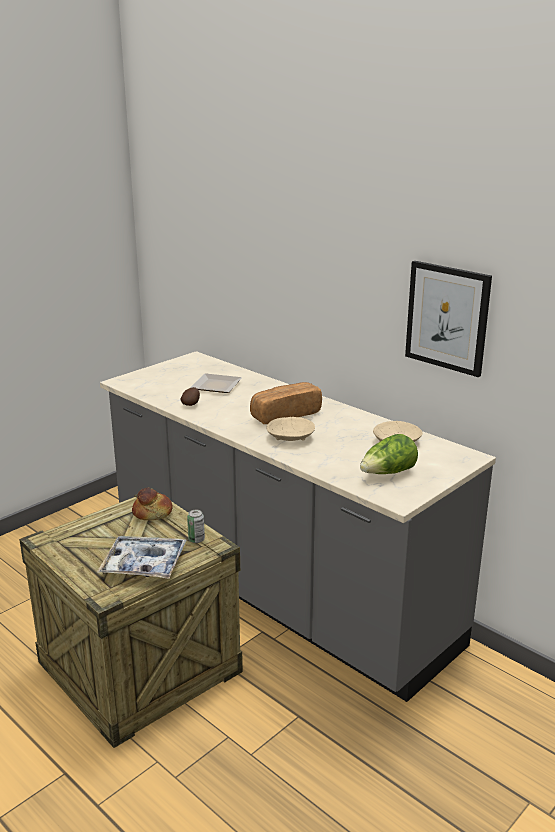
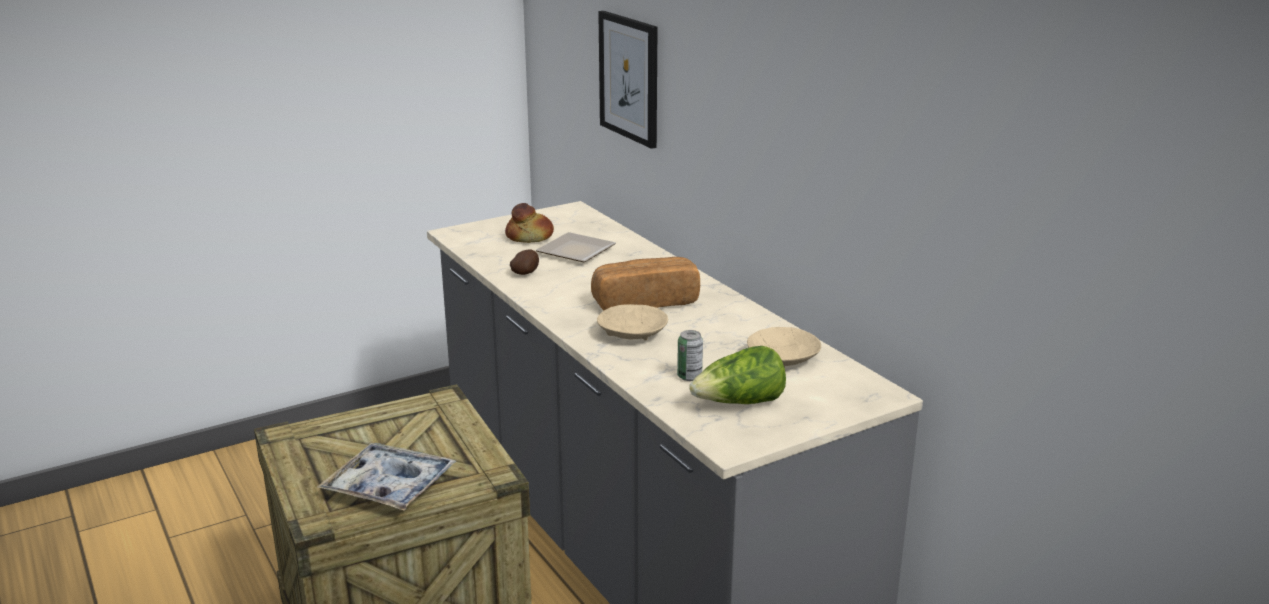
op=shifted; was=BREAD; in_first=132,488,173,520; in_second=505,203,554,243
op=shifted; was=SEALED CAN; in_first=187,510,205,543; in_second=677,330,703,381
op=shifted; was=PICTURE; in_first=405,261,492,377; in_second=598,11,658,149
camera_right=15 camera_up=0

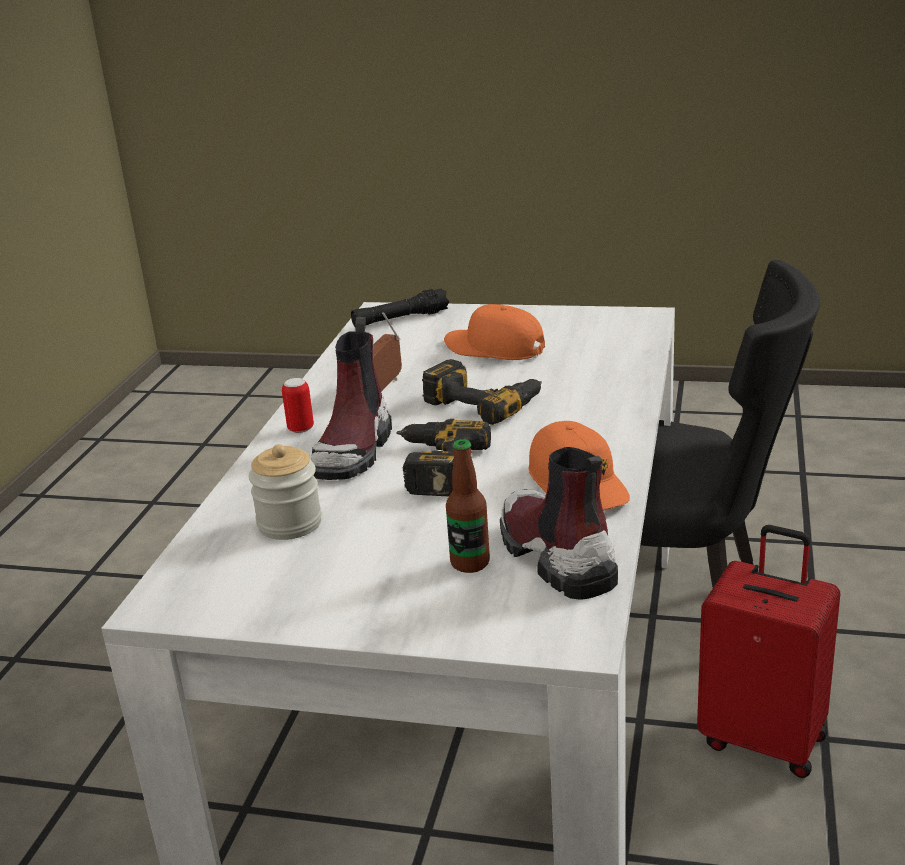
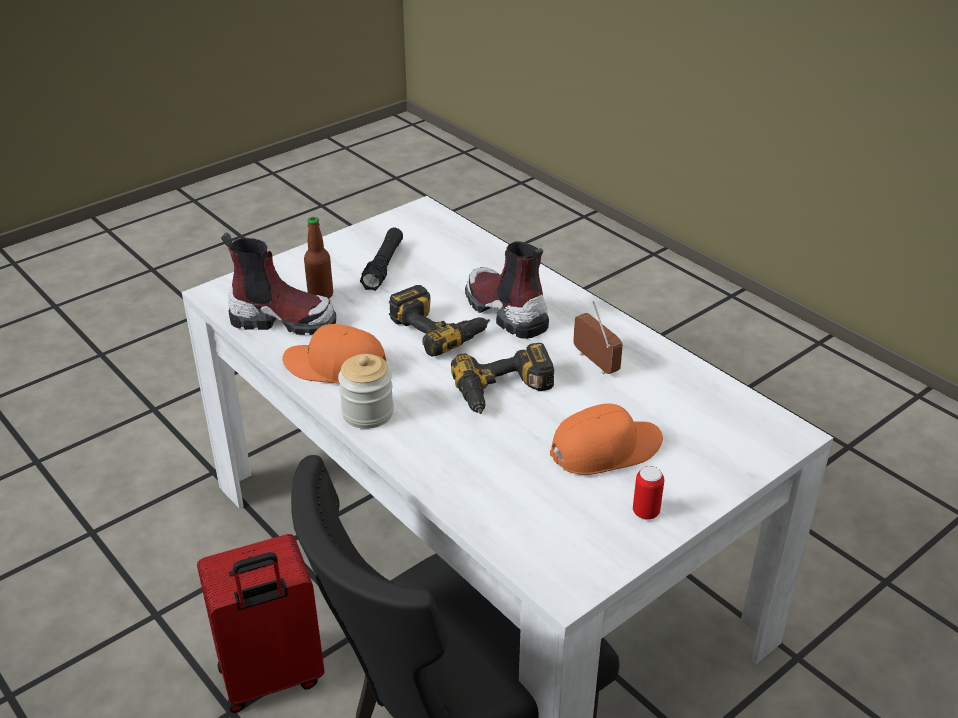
op=shifted; was=STORAGE JAR; in_first=249,444,322,540; in_second=338,354,394,429
op=shifted; was=SEALED CAN; in_first=282,378,314,433; in_second=633,466,664,520
op=shifted; was=BLACKISH HAND TORCH; in_first=351,288,449,327; in_second=360,228,403,291
camera_right=125 camera_up=10

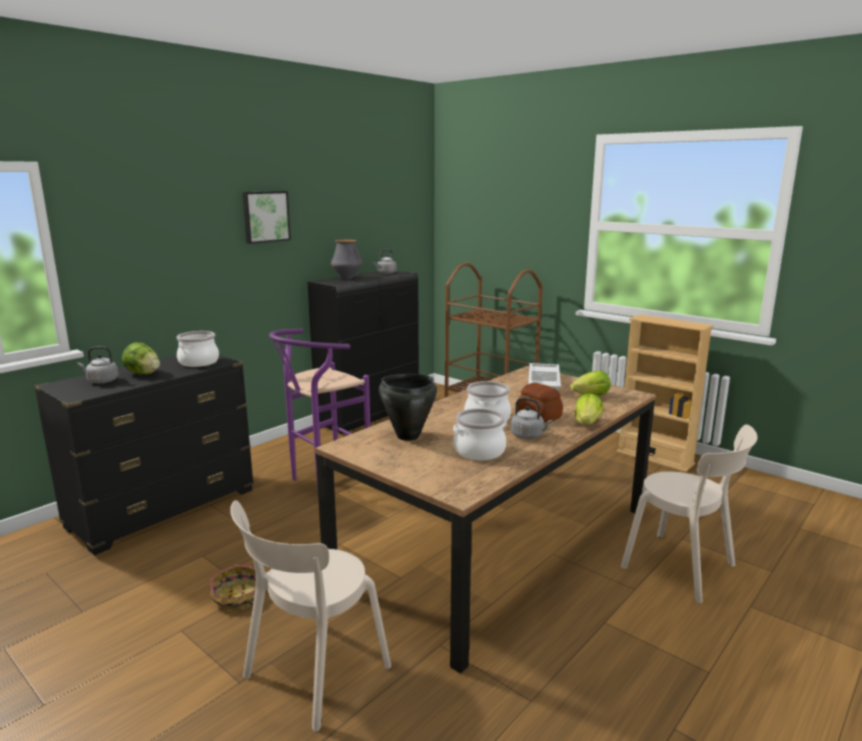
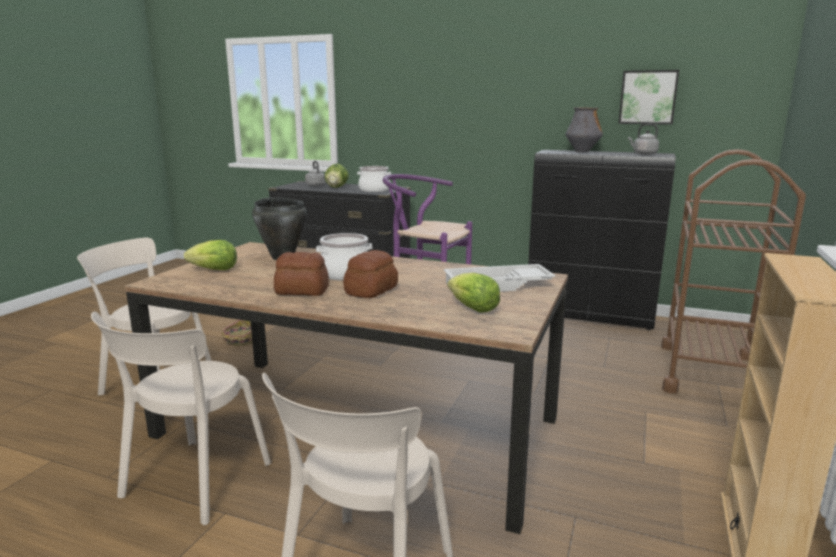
op=gone; was=SAUCEPOT; in_first=453,408,507,460
op=new; now=SAND-COLOURED PLAIN CHAIR; in_second=91,311,271,525
op=shifted; was=PICTURE; in_first=242,191,291,244; in_second=618,70,679,125
op=shifted; was=LETTUCE; in_first=574,393,604,425; in_second=184,240,237,270
op=swapped; was=GREY TEA KETTLE; now=BREAD; in_first=511,397,552,439; in_second=274,252,329,296
camera_right=70 camera_up=0

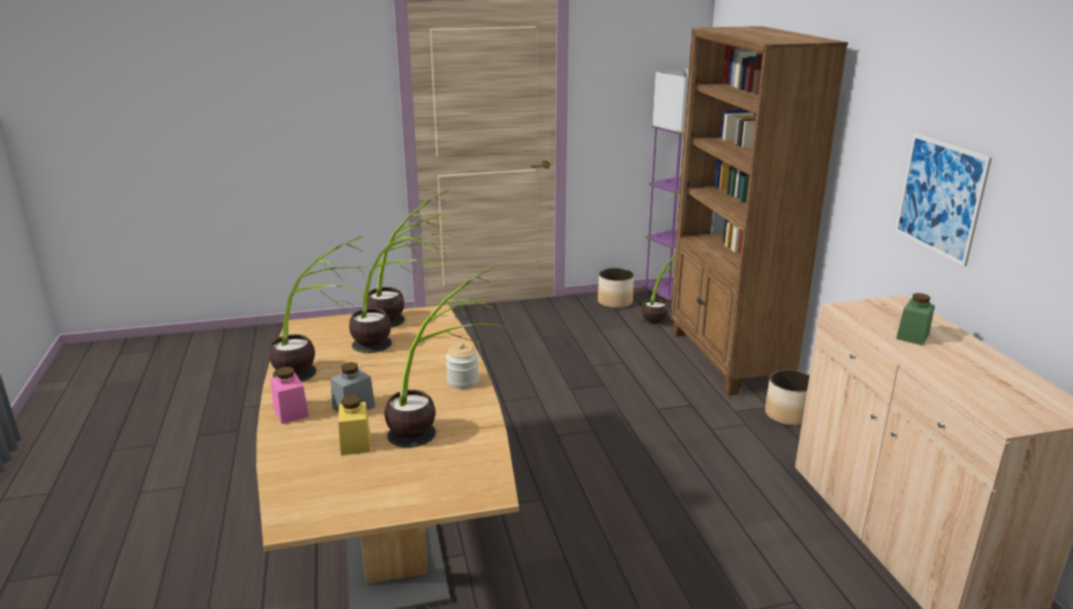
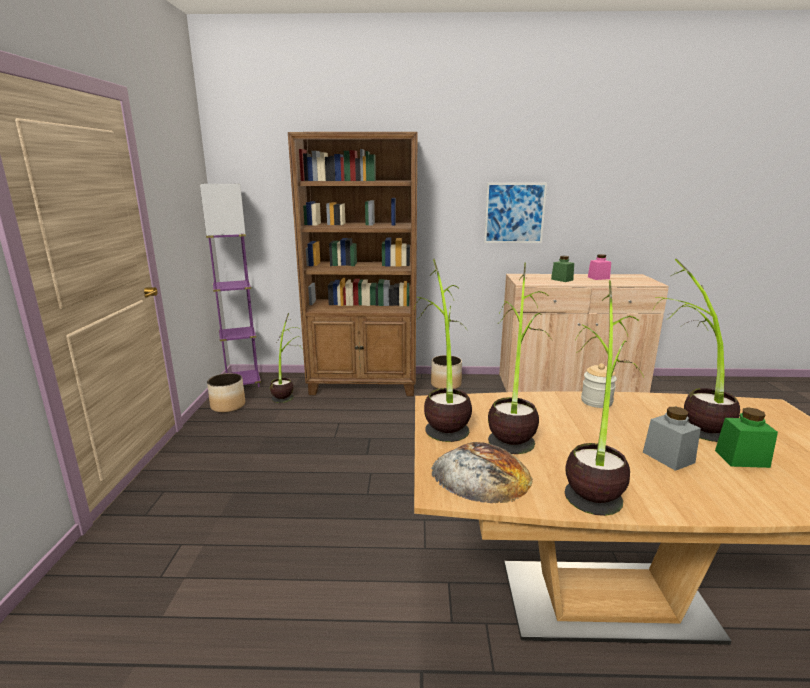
op=new; now=BREAD; in_second=431,442,532,503
op=shifted; was=PINKISH STORAGE JAR; in_first=270,367,309,424; in_second=588,254,611,280
op=repainted; was=YELLOW STORAGE JAR; now=GREEN-COLOURED STORAGE JAR; in_first=338,395,371,456; in_second=715,407,778,468
camera_right=-75 camera_up=-5

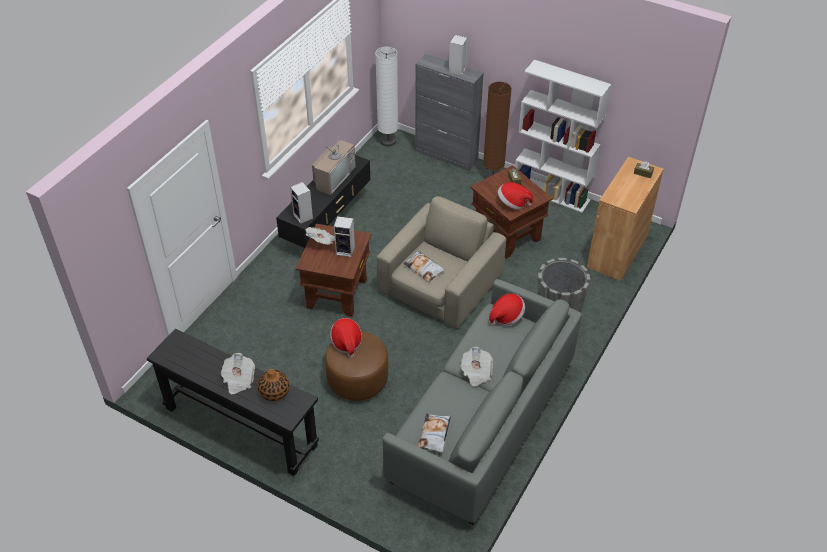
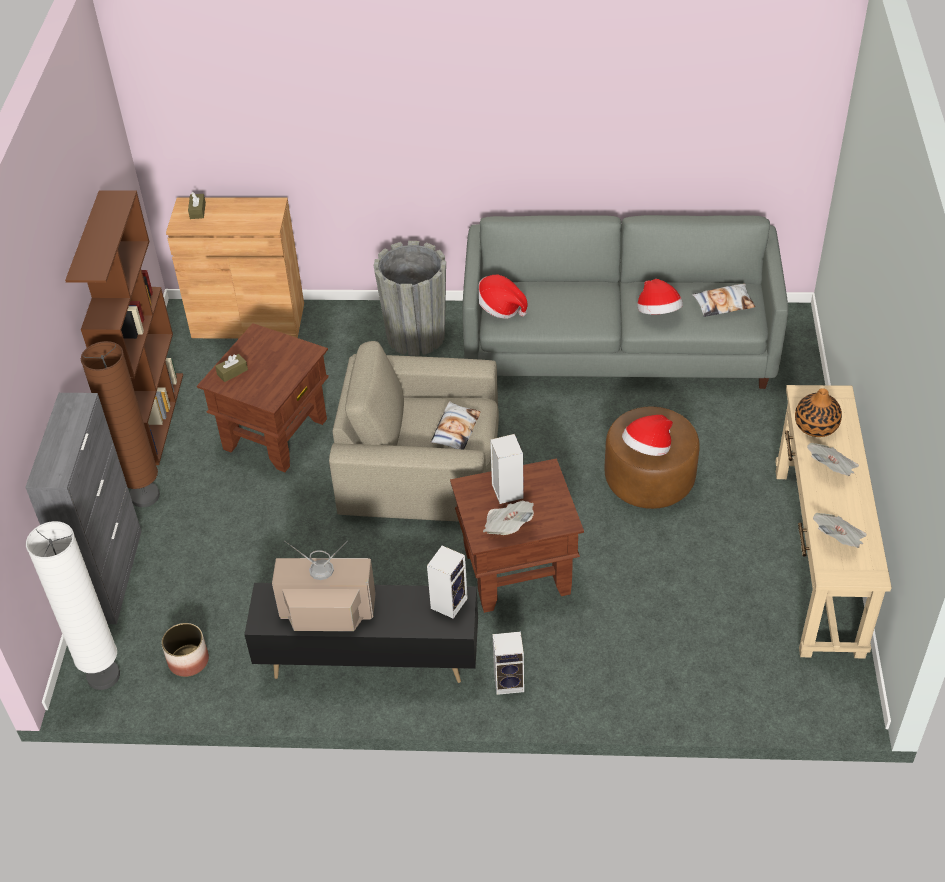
op=new; now=PLANTER; in_second=161,623,209,677
op=shifted; was=AUDIO SPEAKER; in_first=449,35,468,76; in_second=492,632,524,695
op=shifted; was=NEWSPAPER; in_first=460,347,493,387; in_second=813,513,867,548
op=shifted; was=HAT; in_first=498,182,533,210; in_second=637,279,683,314
op=repainted; was=BLACKISH HALL TABLE; now=SAND-COLOURED HALL TABLE; in_first=147,329,319,476; in_second=775,385,892,658
op=repainted; was=WHITE SHELVING UNIT; now=BROWN SHELVING UNIT; in_first=515,60,611,213; in_second=65,191,183,465
camera_right=-115 camera_up=0

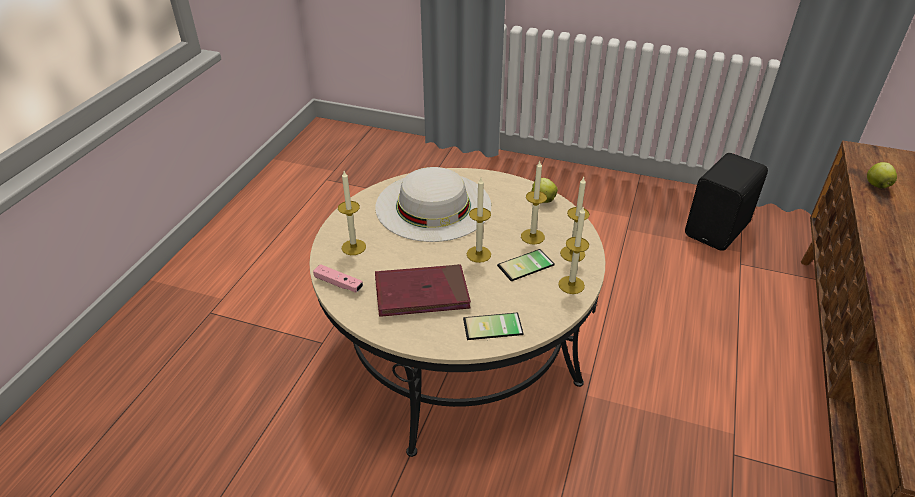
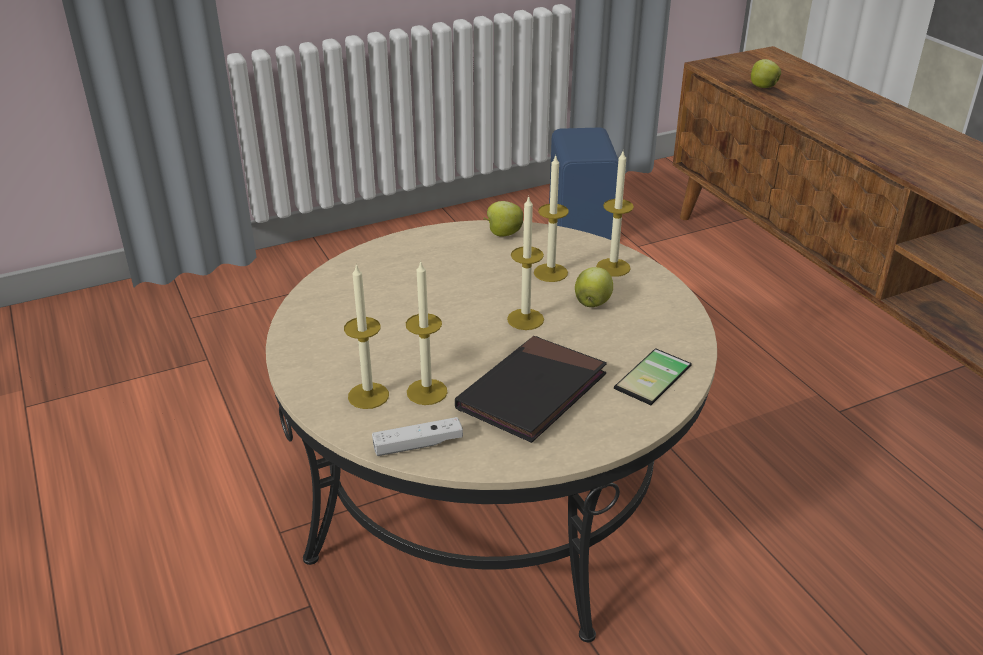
op=gone; was=WHITE HAT; in_first=375,167,491,242
op=shifted; was=CANDLE; in_first=558,207,589,294; in_second=406,260,447,405
op=swapped; was=PHONE; now=APPLE FRUIT; in_first=497,249,555,281; in_second=575,267,613,307
op=repainted; was=PINKISH JOYPAD; now=WHITE JOYPAD; in_first=313,264,363,293; in_second=372,417,463,456
op=repainted; was=REDDISH BOUND BOOK; now=BLACKISH BOUND BOOK; in_first=375,264,471,317; in_second=455,336,607,443
op=repainted; was=BLACKISH AUDIO SPEAKER; now=BLUISH AUDIO SPEAKER; in_first=685,153,768,251; in_second=549,127,618,240
camera_right=-45 camera_up=-5

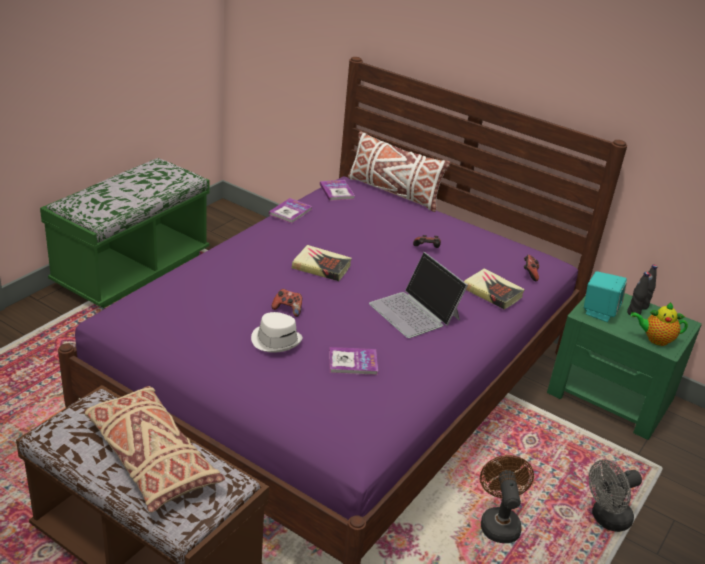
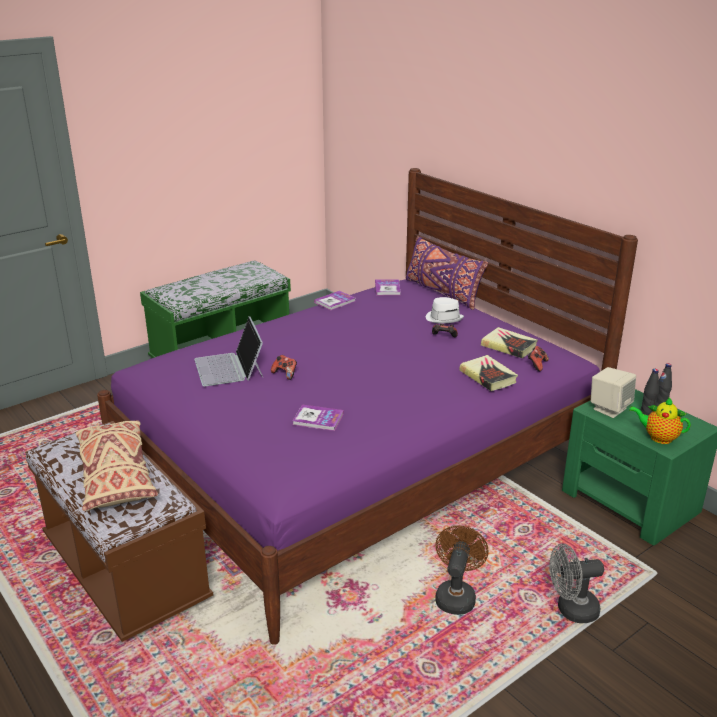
op=shifted; was=WHITE HAT; in_first=251,312,303,353; in_second=426,297,464,324
op=shifted; was=BOUND BOOK; in_first=292,245,352,281; in_second=481,327,538,358
op=shifted; was=NOTEBOOK COMPUTER; in_first=369,252,468,338; in_second=194,316,263,387
op=repainted; was=WHITE THROW PILLOW; now=PURPLISH THROW PILLOW; in_first=348,131,450,212; in_second=406,236,488,310
op=repainted; was=TURQUOISE AUDIO SPEAKER; now=SAND-COLOURED AUDIO SPEAKER; in_first=584,271,627,322; in_second=591,367,636,418
camera_right=20 camera_up=-5

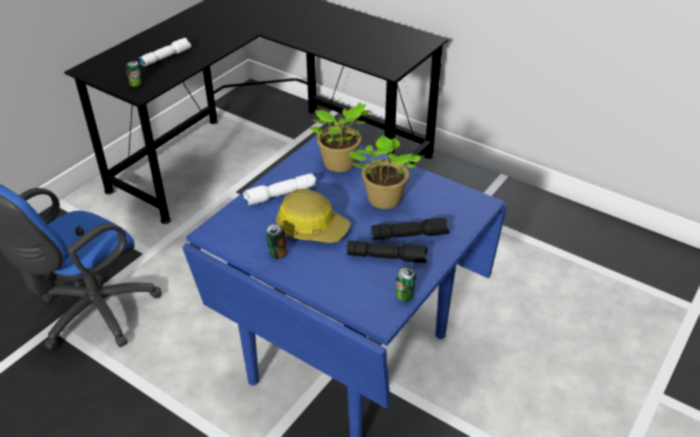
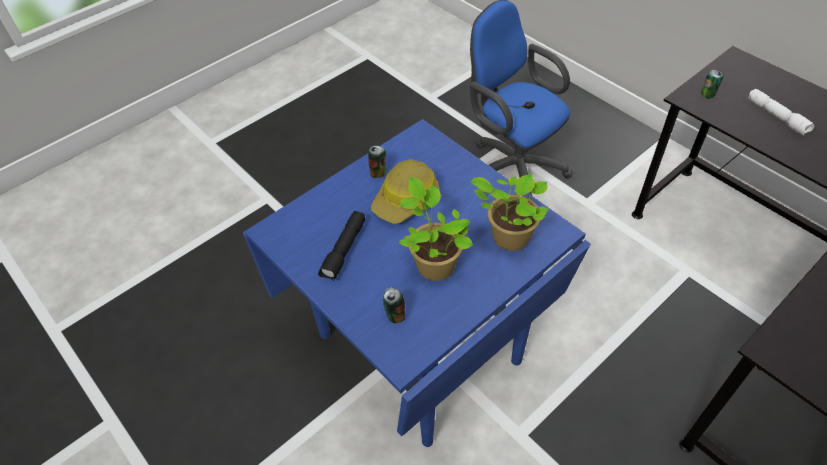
op=gone; was=WHITE HAND TORCH; in_first=243,173,316,205
op=gone; was=BLACKISH HAND TORCH; in_first=371,218,450,240
op=shifted; was=SEALED CAN; in_first=396,266,416,303; in_second=383,287,406,323
camera_right=105 camera_up=10

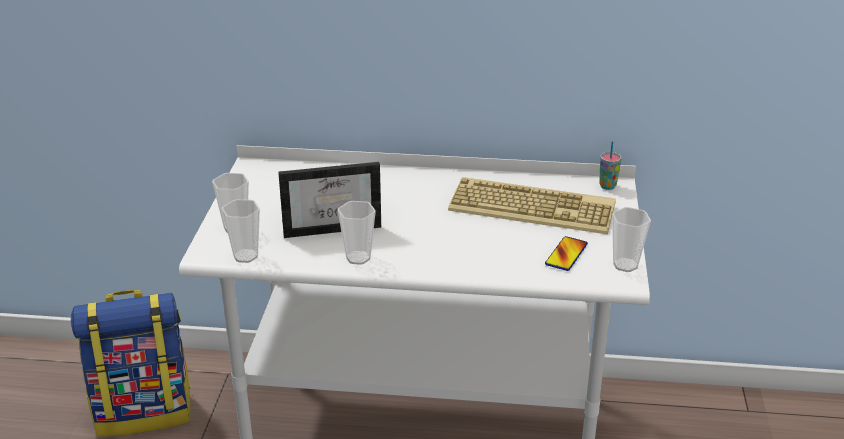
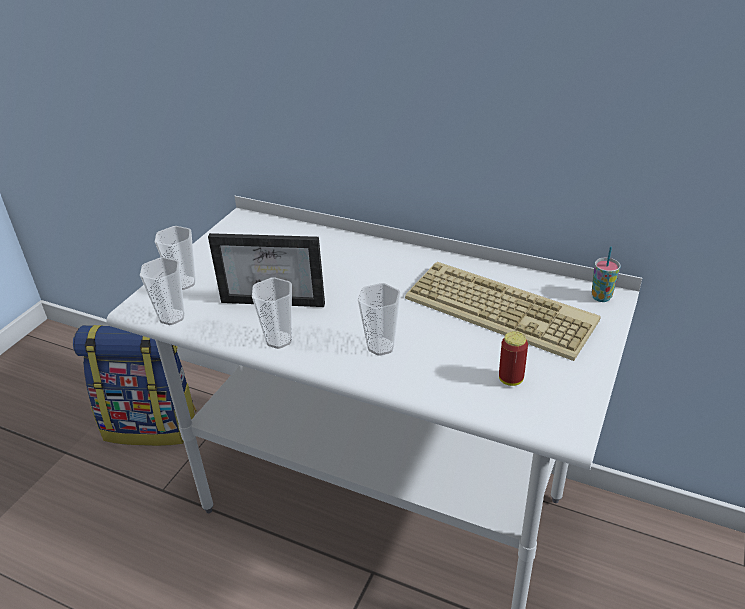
op=shifted; was=SMALL CUP; in_first=612,207,651,272; in_second=358,283,400,356
op=swapped; was=PHONE; now=SEALED CAN; in_first=545,236,588,271; in_second=499,331,528,386
camera_right=20 camera_up=5

